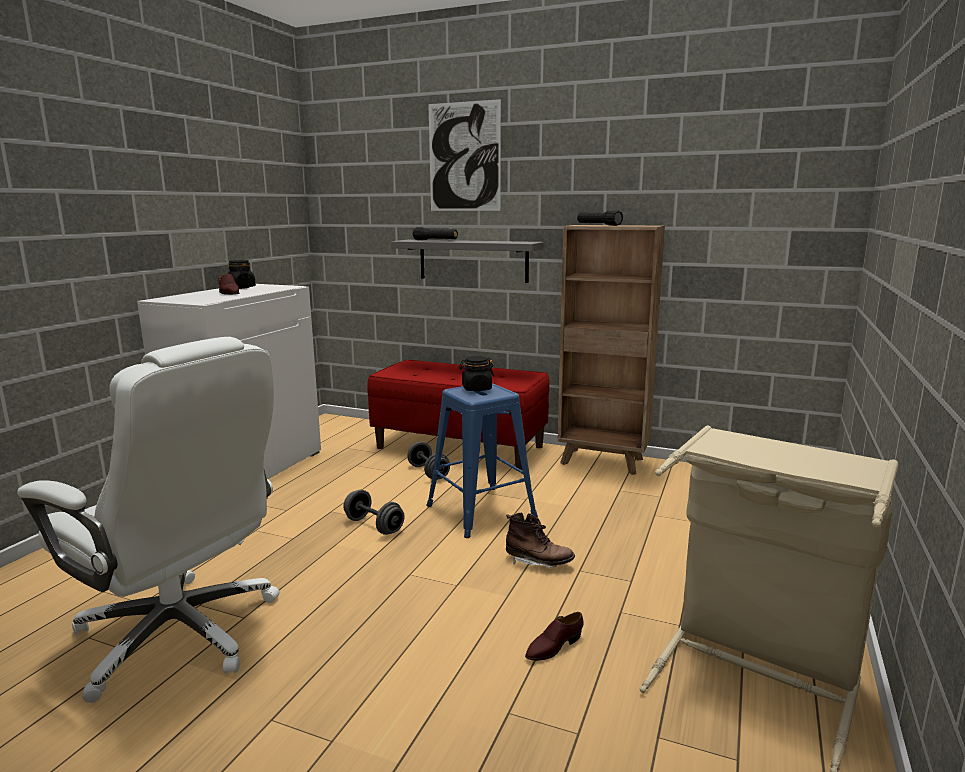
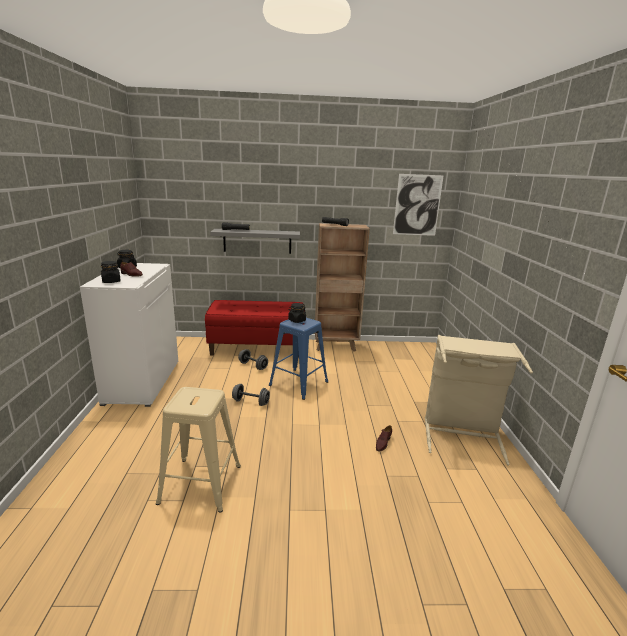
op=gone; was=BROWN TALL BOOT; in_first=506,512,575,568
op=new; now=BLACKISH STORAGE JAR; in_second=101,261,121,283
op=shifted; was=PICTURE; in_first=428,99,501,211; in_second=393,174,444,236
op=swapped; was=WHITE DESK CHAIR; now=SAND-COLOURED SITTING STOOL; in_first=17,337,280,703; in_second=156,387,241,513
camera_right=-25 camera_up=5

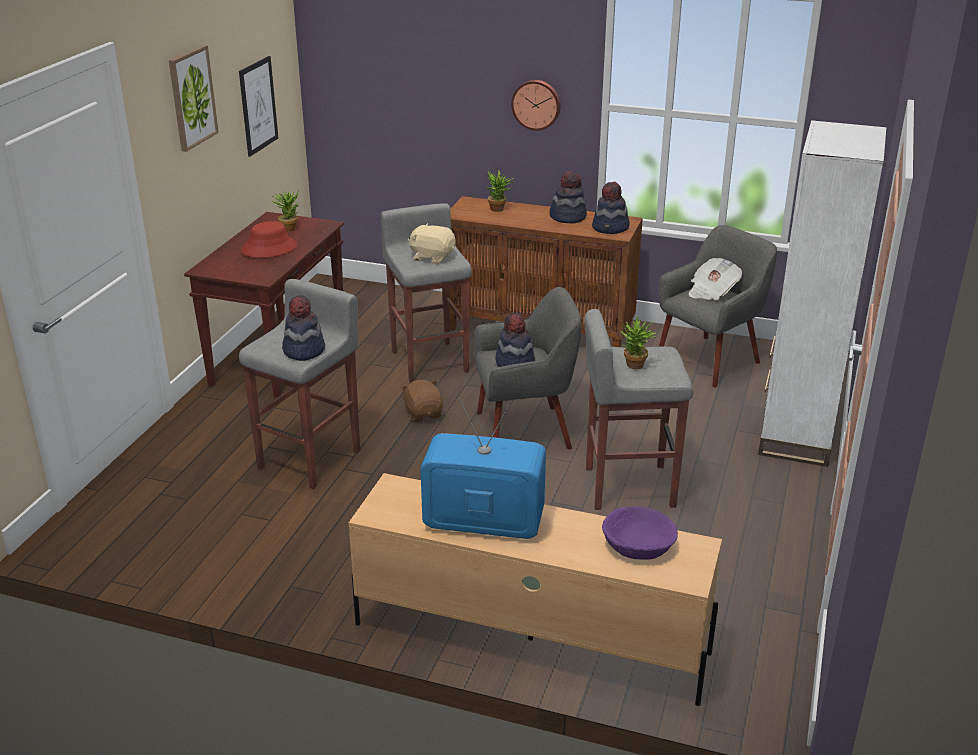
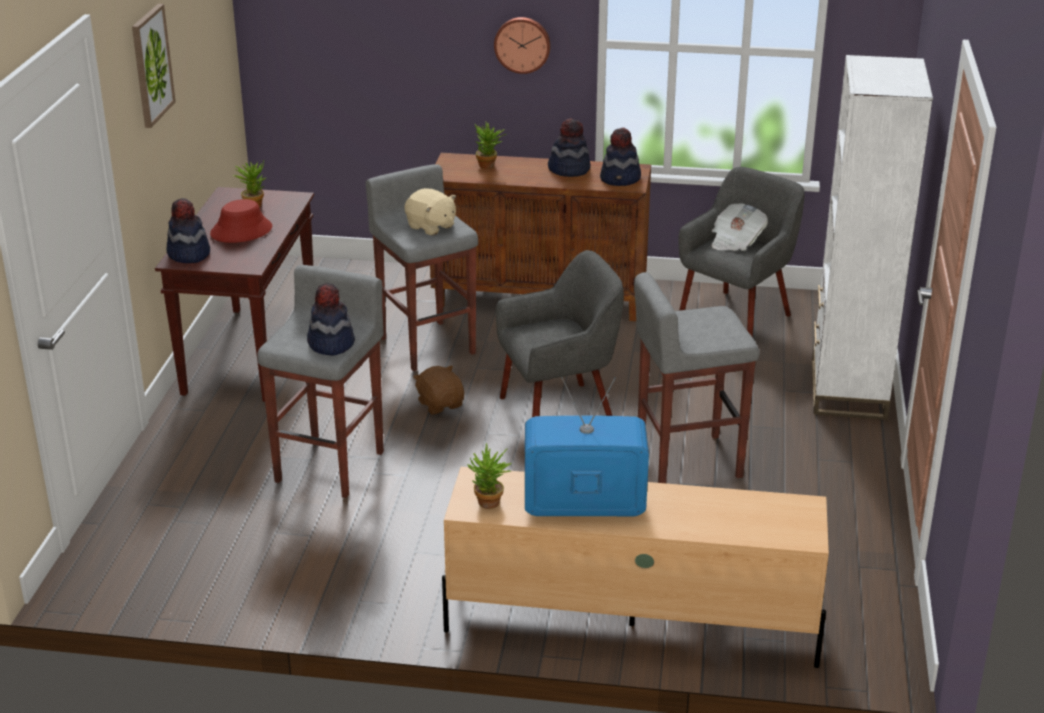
op=gone; was=PICTURE; in_first=239,56,278,157
op=gone; was=PURPLISH SERVING BOWL; in_first=602,506,678,560
op=shifted; was=HAT; in_first=495,313,535,367; in_second=166,198,210,263
op=shifted; was=PLANT IN A POT; in_first=620,315,657,369; in_second=467,443,512,509
op=rotated; was=SAND-COLOURED CUDDLY TOY; in_first=408,223,456,264; in_second=404,188,456,235; clockwise=-150
camera_right=-10 camera_up=0

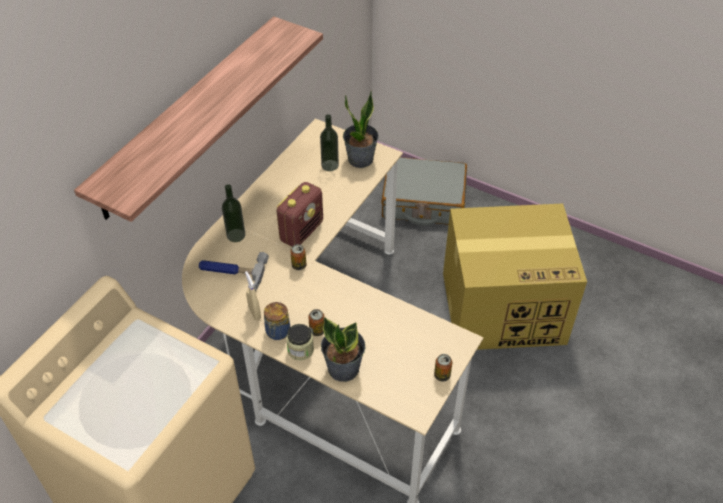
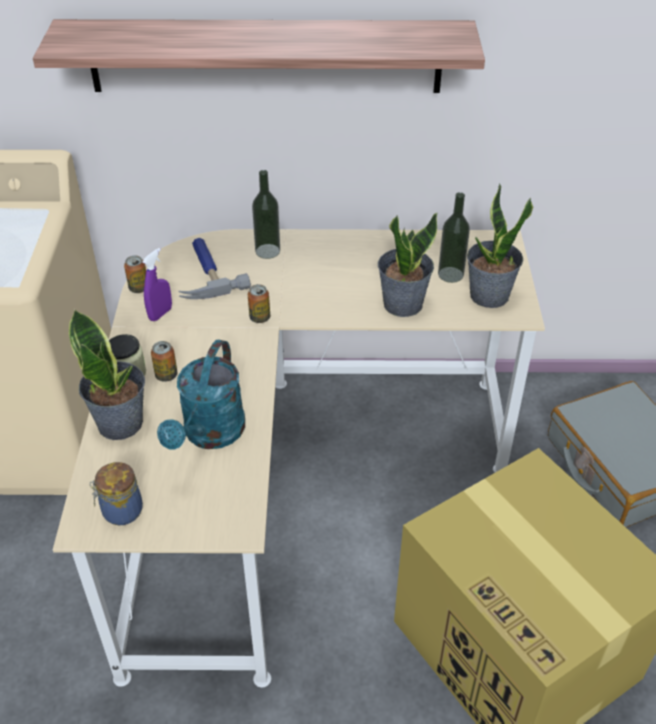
op=gone; was=RADIO RECEIVER; in_first=277,182,323,246
op=new; now=TURQUOISE WATERING CAN; in_second=157,339,245,450
op=new; now=PLANT IN A POT; in_second=378,212,438,317
op=shifted; was=STORAGE JAR; in_first=264,302,290,340; in_second=90,462,143,525
op=shifted; was=SEALED CAN; in_first=434,354,452,381; in_second=124,256,146,293
op=repainted; was=SAND-COLOURED SPRAYER; now=PURPLISH SPRAYER; in_first=245,271,261,320; in_second=143,248,172,321
camera_right=60 camera_up=-5

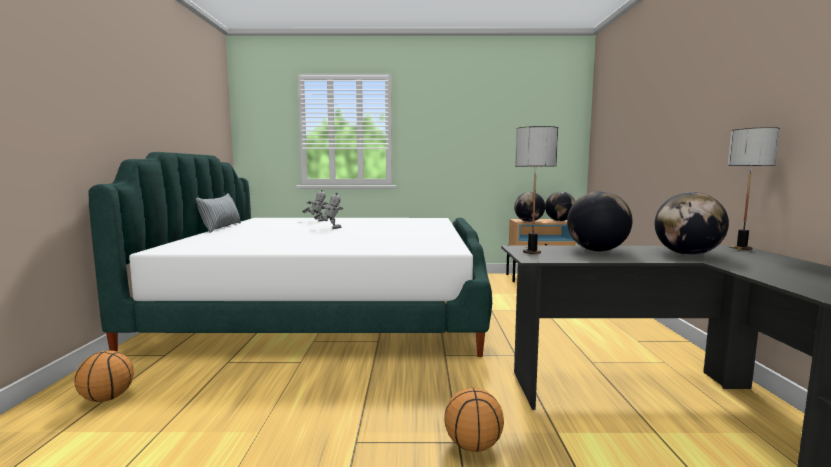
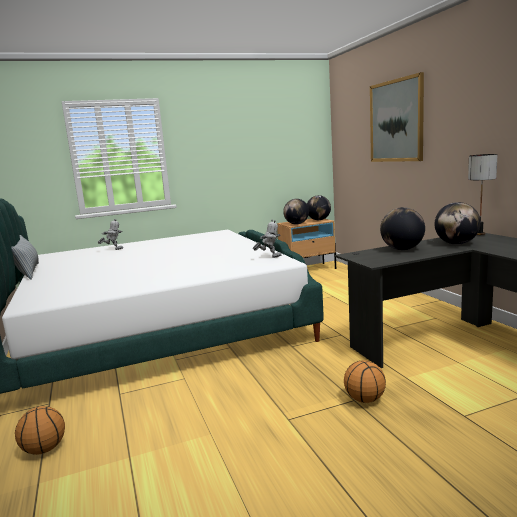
op=gone; was=TABLETOP LAMP; in_first=515,126,558,254
op=new; now=PICTURE; in_second=370,72,424,162
op=shifted; was=TOY ROBOT; in_first=314,193,344,229; in_second=253,220,281,258
camera_right=-20 camera_up=5

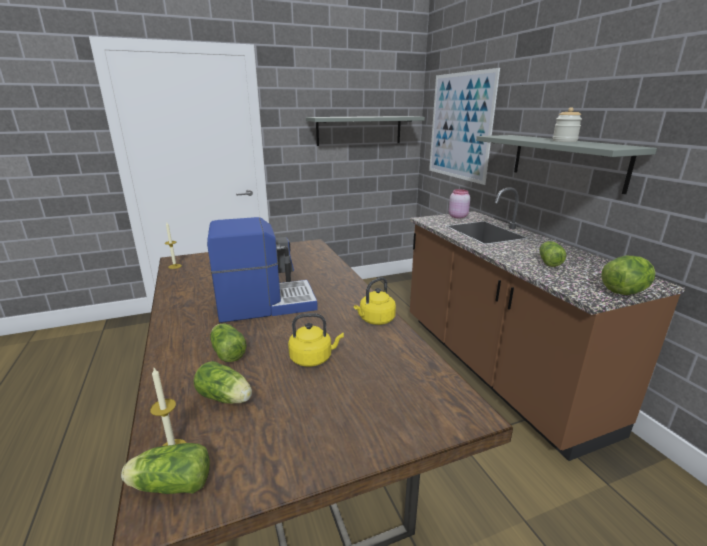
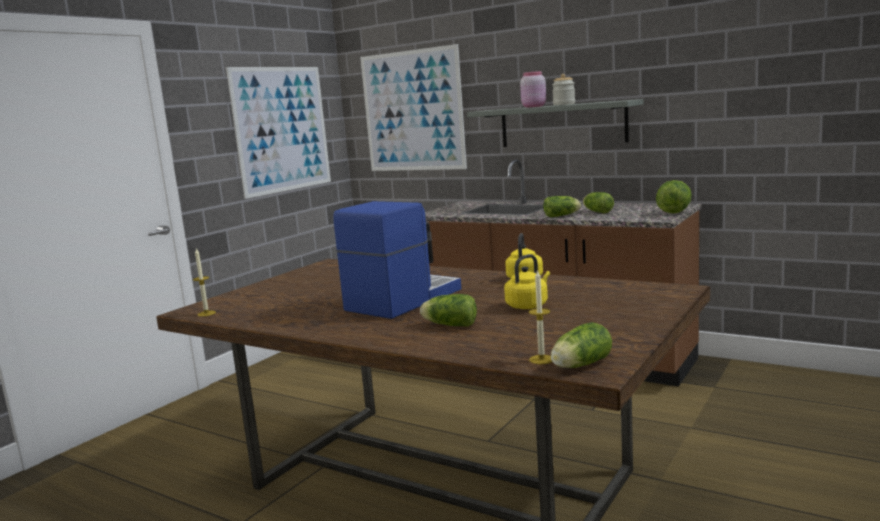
op=shifted; was=LETTUCE; in_first=193,361,252,404; in_second=543,196,581,217
op=shifted; was=PINKISH STORAGE JAR; in_first=449,189,470,218; in_second=520,71,546,108
op=swapped; was=GREY SHELF; now=PICTURE; in_first=306,116,425,146; in_second=226,67,331,199
camera_right=-35 camera_up=-10

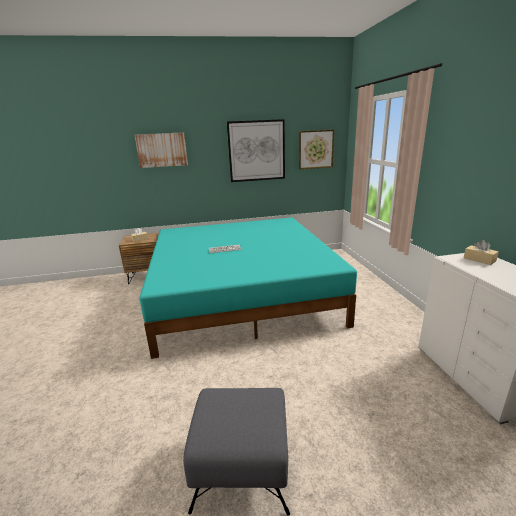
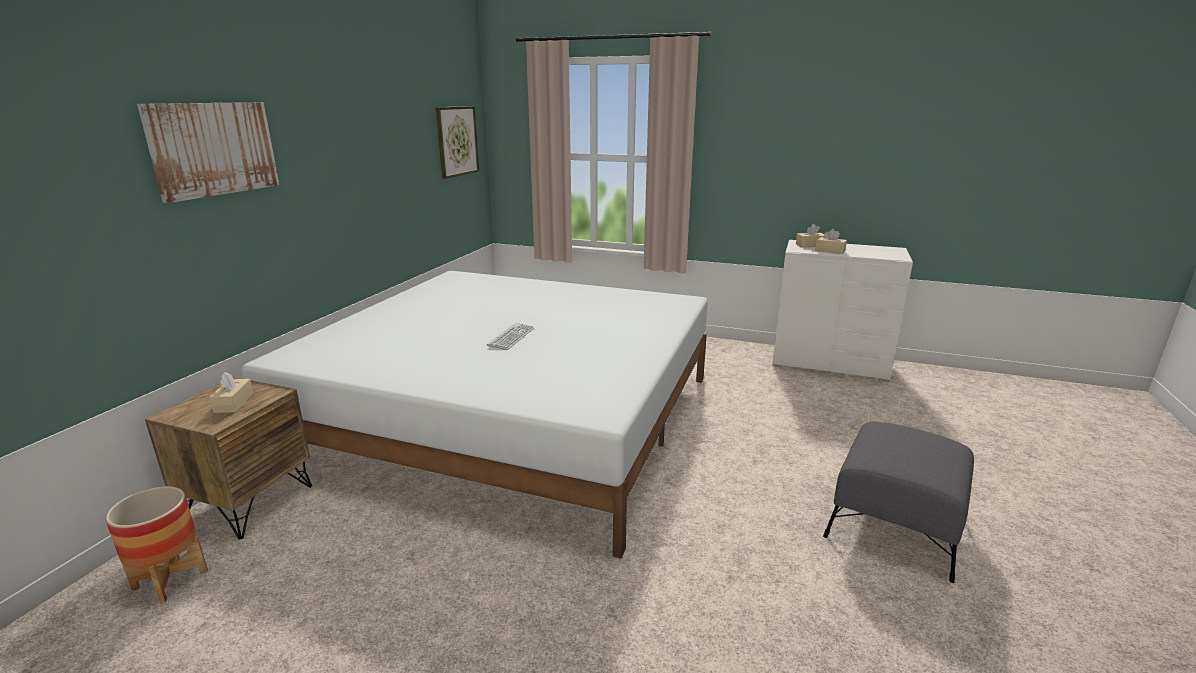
op=gone; was=PICTURE; in_first=227,119,285,182
op=new; now=PLANTER; in_second=106,486,208,604
op=new; now=SAND-COLOURED TISSUE BOX; in_second=815,229,847,254
op=repainted; was=TURQUOISE SLEEPING BED; now=WHITE SLEEPING BED; in_first=139,217,357,359; in_second=242,271,708,558
camera_right=-60 camera_up=0

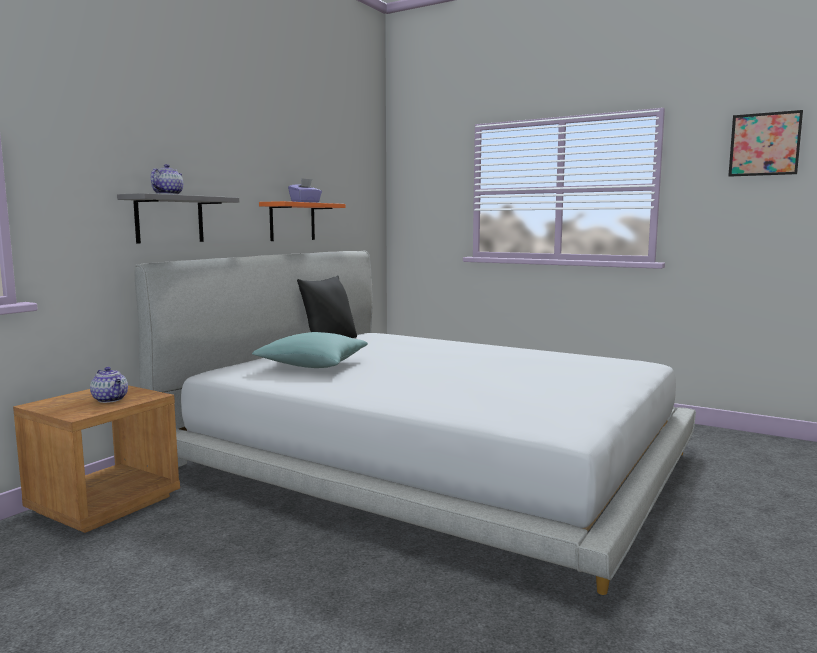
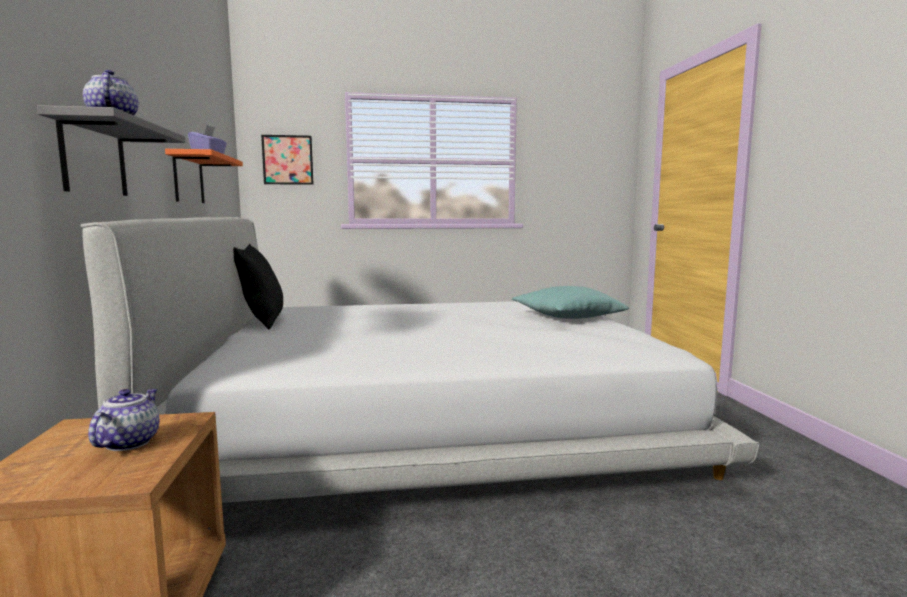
op=shifted; was=TURQUOISE THROW PILLOW; in_first=252,332,368,368; in_second=512,286,629,319
op=shifted; was=PICTURE; in_first=728,110,803,177; in_second=261,135,314,185
op=rotated; was=TEAPOT; in_first=90,367,128,403; in_second=88,389,160,451; clockwise=-90
camera_right=-40 camera_up=0

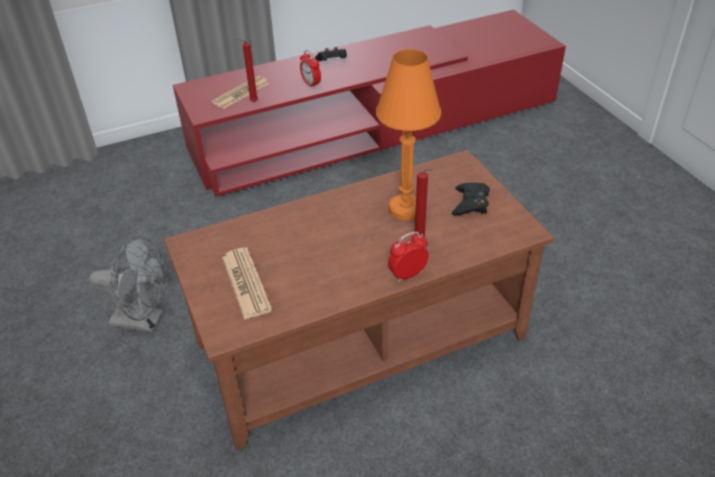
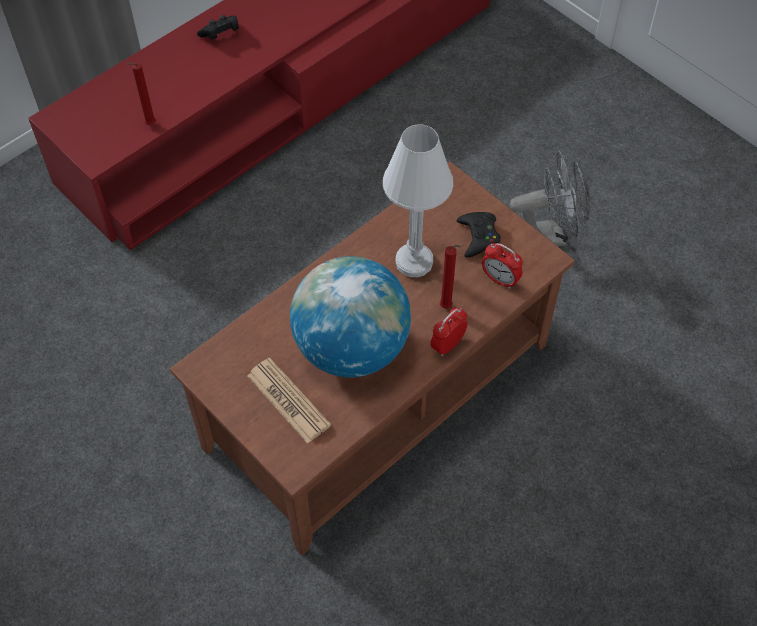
op=gone; was=NEWSPAPER; in_first=211,76,269,109
op=new; now=GLOBE; in_second=290,256,411,377
op=shifted; was=GREY ELECTRIC FAN; in_first=89,236,168,332; in_second=510,151,591,246
op=shifted; was=BEDSIDE CLOCK; in_first=300,50,321,89; in_second=482,243,523,289
op=repainted; was=ORANGE TABLETOP LAMP; now=WHITE TABLETOP LAMP; in_first=376,49,441,220; in_second=383,125,453,277
camera_right=-20 camera_up=15

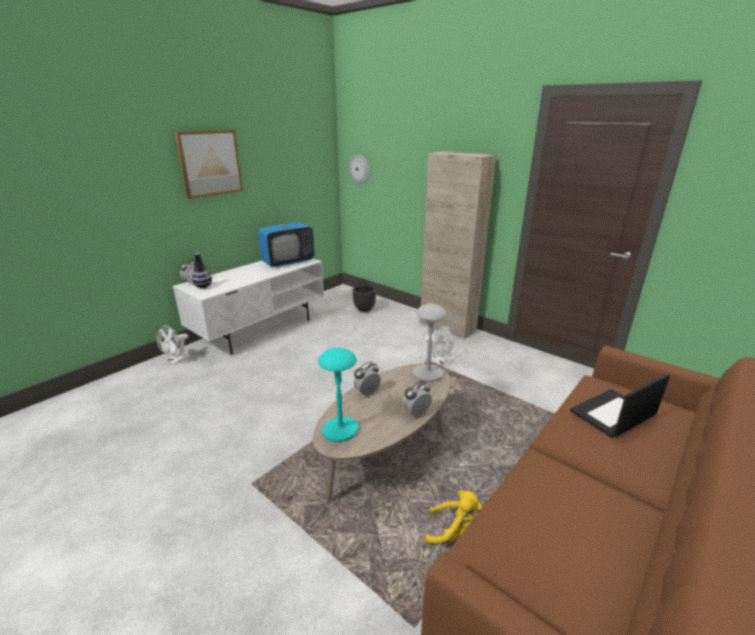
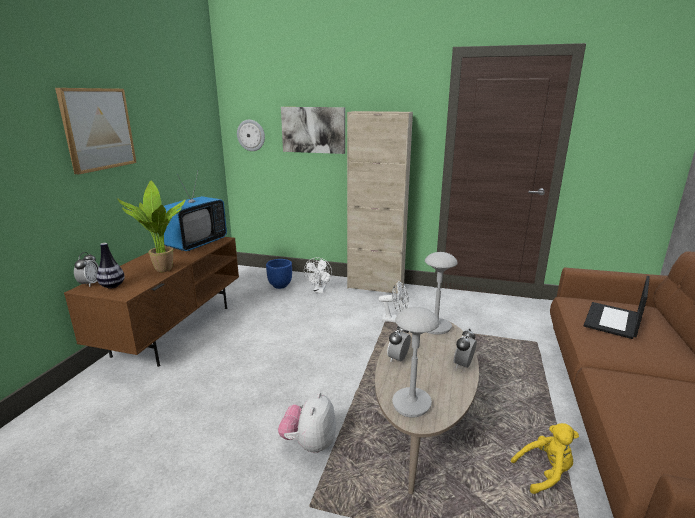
op=new; now=PLANT IN A POT; in_second=117,181,185,272
op=new; now=CUDDLY TOY; in_second=278,392,336,453
op=new; now=PICTURE; in_second=281,107,345,154
op=shifted; was=WHITE ELECTRIC FAN; in_first=156,325,191,365; in_second=304,258,332,293
op=repainted; was=WHITE TV STAND; now=BROWN TV STAND; in_first=173,259,324,354; in_second=64,237,239,367
op=repainted; was=TURQUOISE TABLETOP LAMP; now=GREY TABLETOP LAMP; in_first=318,348,359,442; in_second=392,307,439,418
op=repainted; was=BLACKISH PLANTER; now=BLUISH PLANTER; in_first=353,285,376,312; in_second=266,259,292,289
camera_right=-25 camera_up=-5

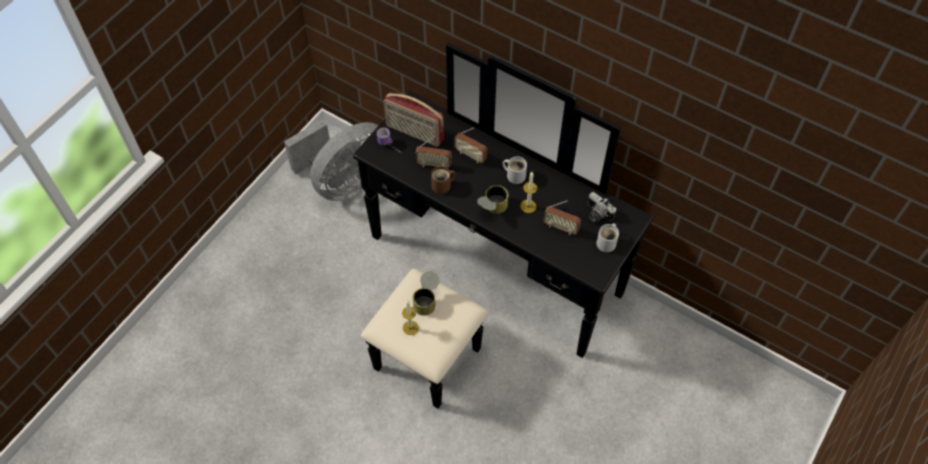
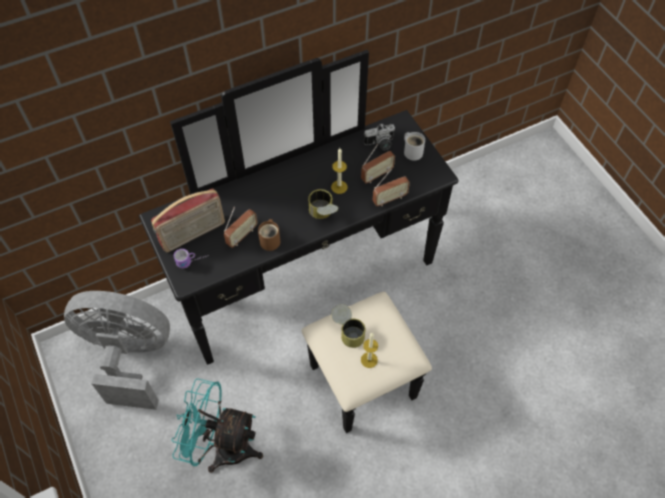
op=gone; was=WHITE COFFEE MUG; in_first=502,156,527,184
op=new; now=TURQUOISE ELECTRIC FAN; in_second=171,378,263,473
op=shifted; was=RADIO RECEIVER; in_first=454,127,487,163; in_second=373,168,410,206
op=rotated; was=GREY ELECTRIC FAN; in_first=284,120,379,201; in_second=64,291,170,410; clockwise=-75
camera_right=-60 camera_up=0

